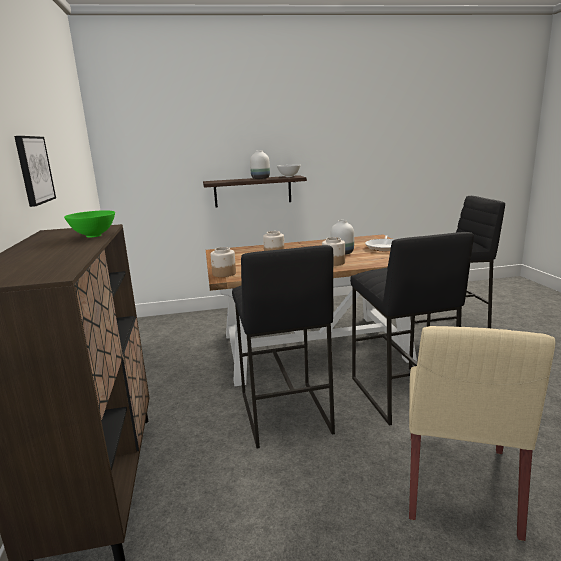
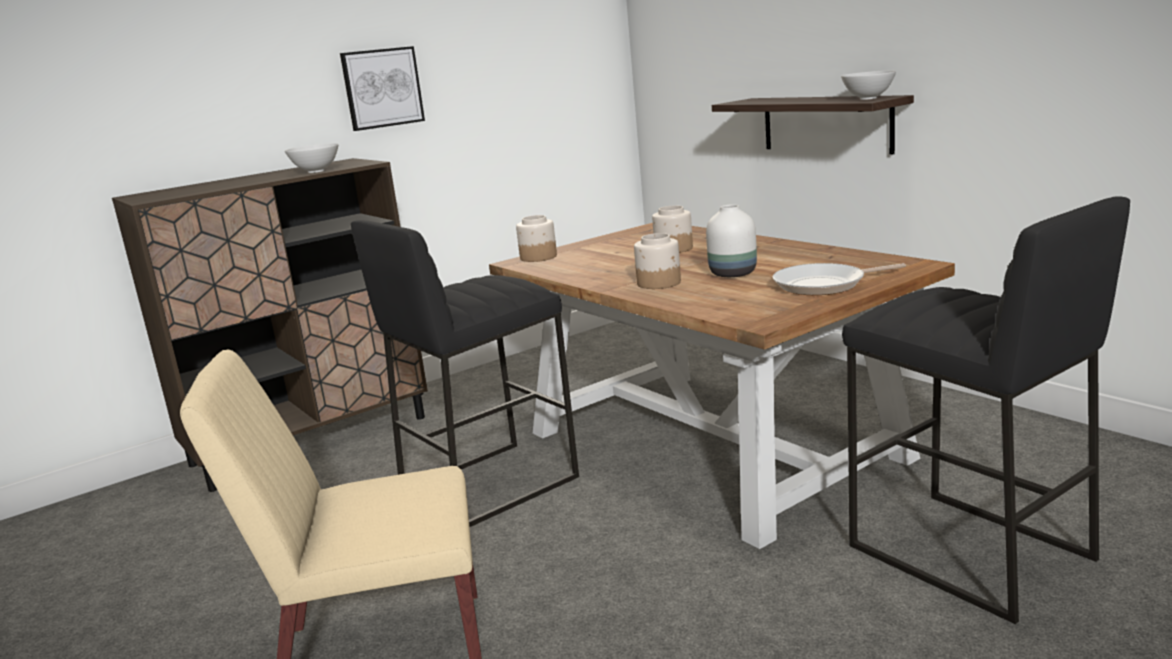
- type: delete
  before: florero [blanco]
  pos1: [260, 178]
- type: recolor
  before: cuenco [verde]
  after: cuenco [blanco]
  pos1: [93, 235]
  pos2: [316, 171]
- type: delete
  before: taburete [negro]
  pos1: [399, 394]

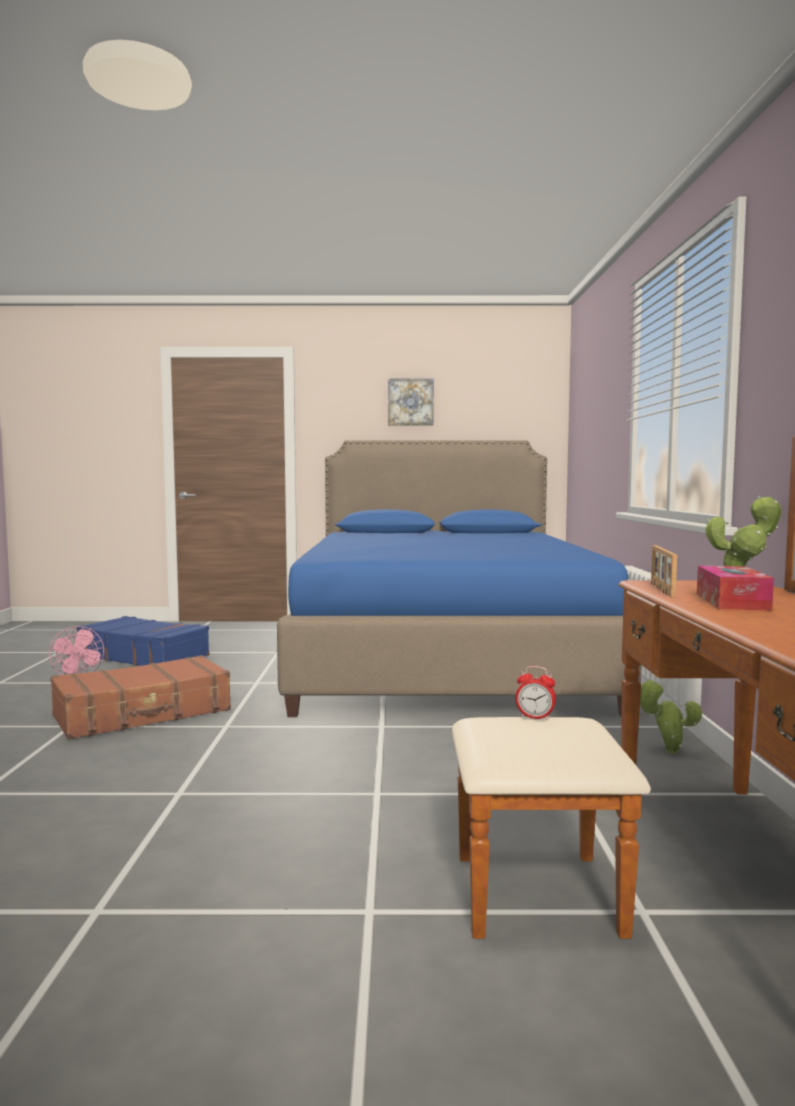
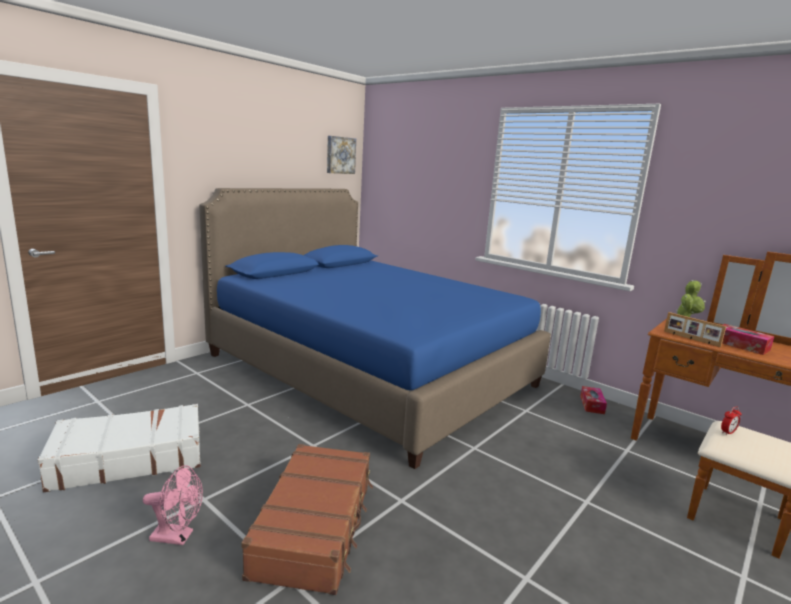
- type: move
  before: cuadro
  pos1: [410, 402]
  pos2: [340, 155]
- type: recolor
  before: maleta [azul]
  after: maleta [blanco]
  pos1: [144, 656]
  pos2: [129, 458]
- type: replace
  before: planta en maceta
  after: caja de pañuelos
  pos1: [667, 752]
  pos2: [592, 405]

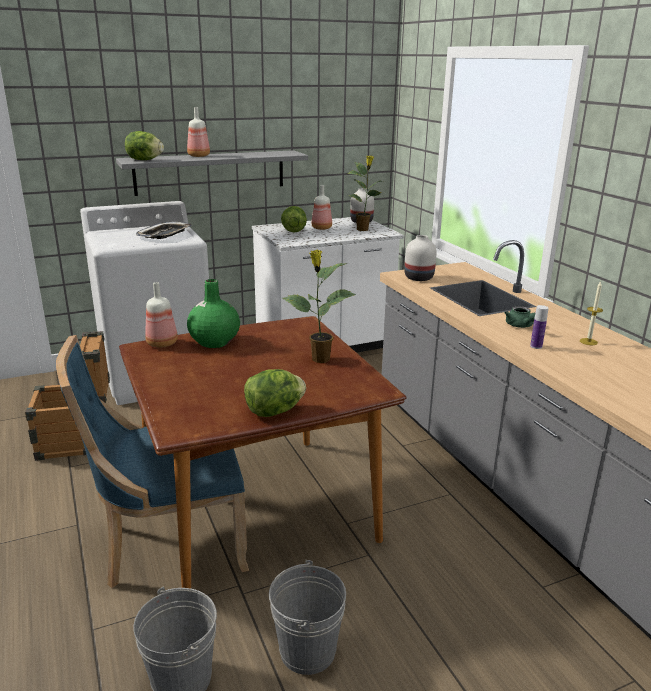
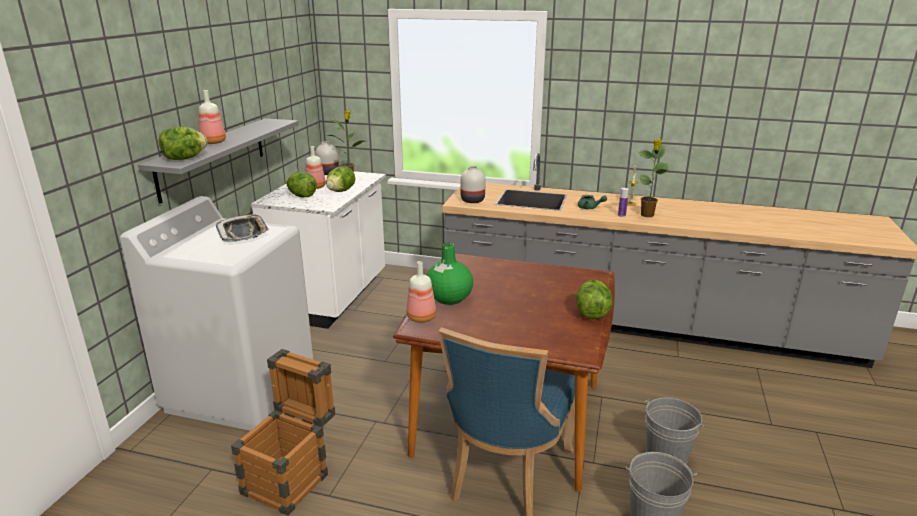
- type: move
  before: planta en maceta
  pos1: [319, 359]
  pos2: [647, 215]
- type: insert
  after: lechuga
  pos2: [340, 191]

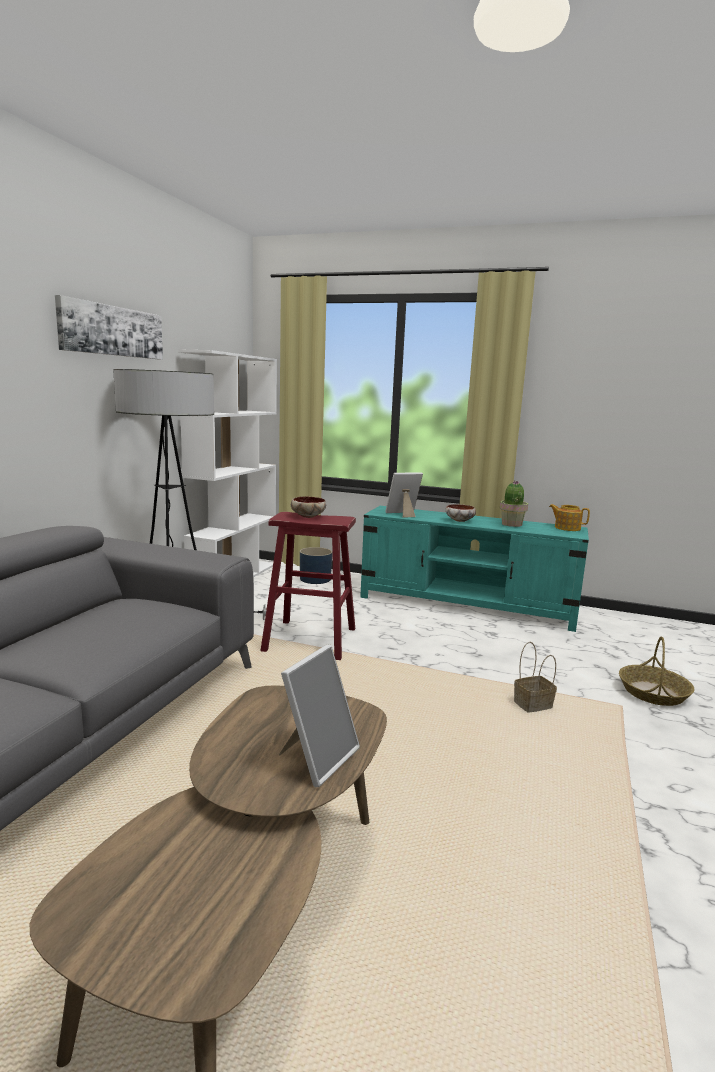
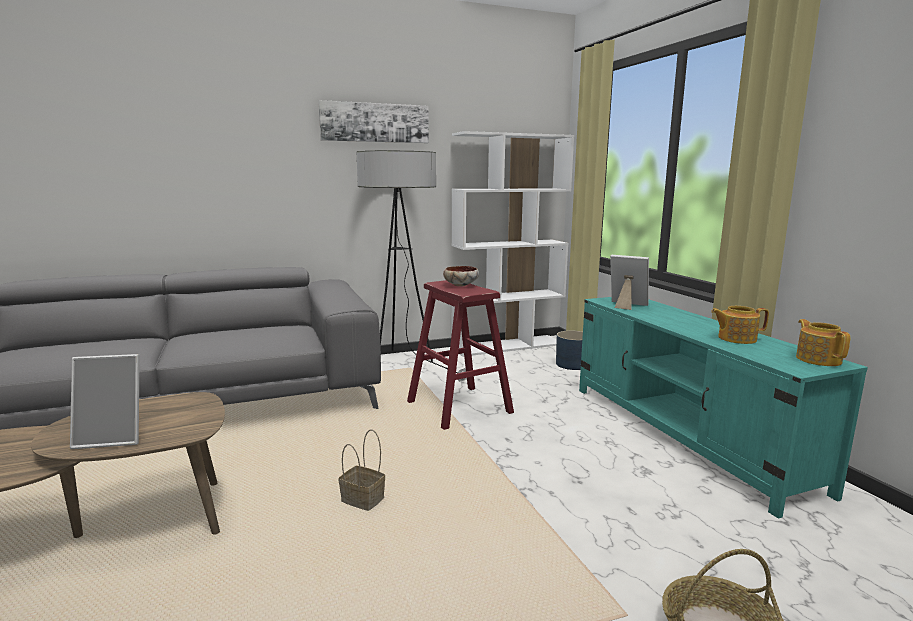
- type: replace
  before: planta en maceta
  after: tetera
  pos1: [511, 524]
  pos2: [736, 338]
- type: delete
  before: cuenco
  pos1: [460, 521]
- type: move
  before: cesta
  pos1: [533, 705]
  pos2: [364, 500]

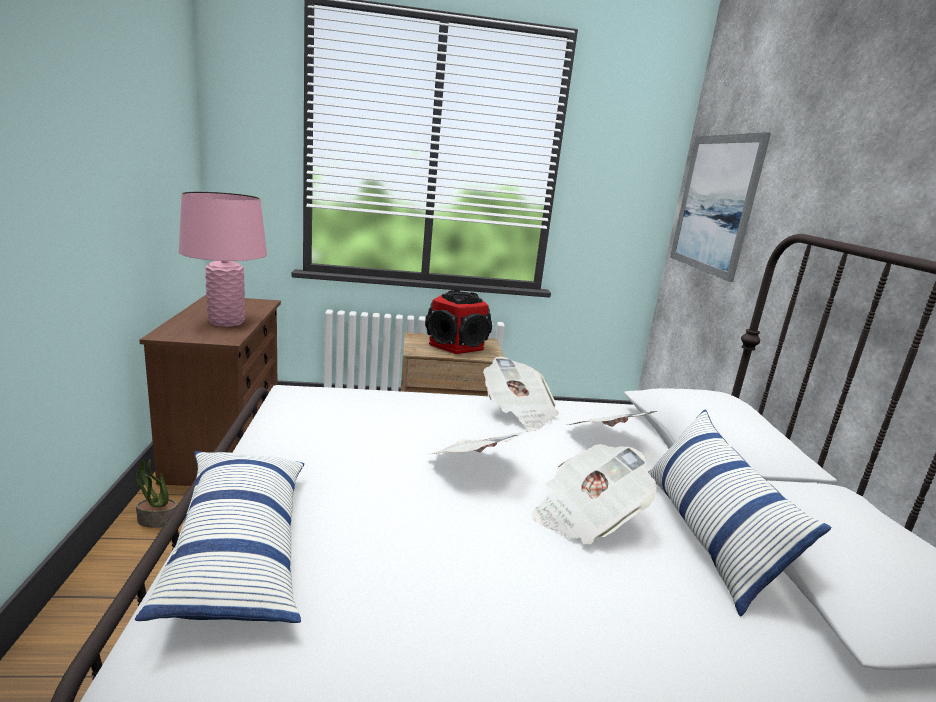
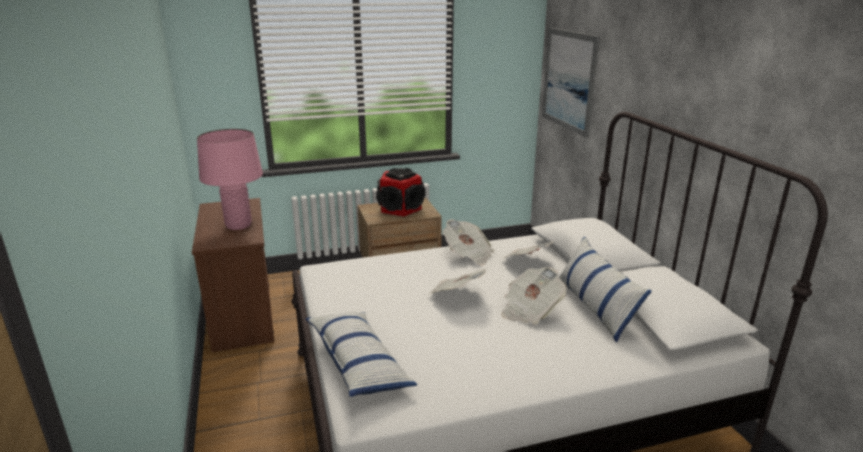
- type: delete
  before: planta en maceta
  pos1: [157, 521]

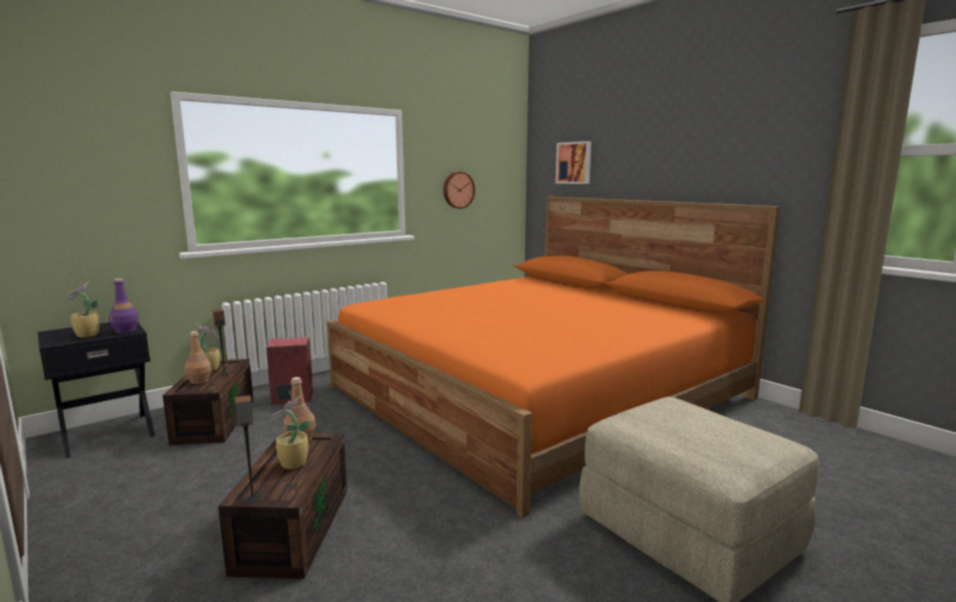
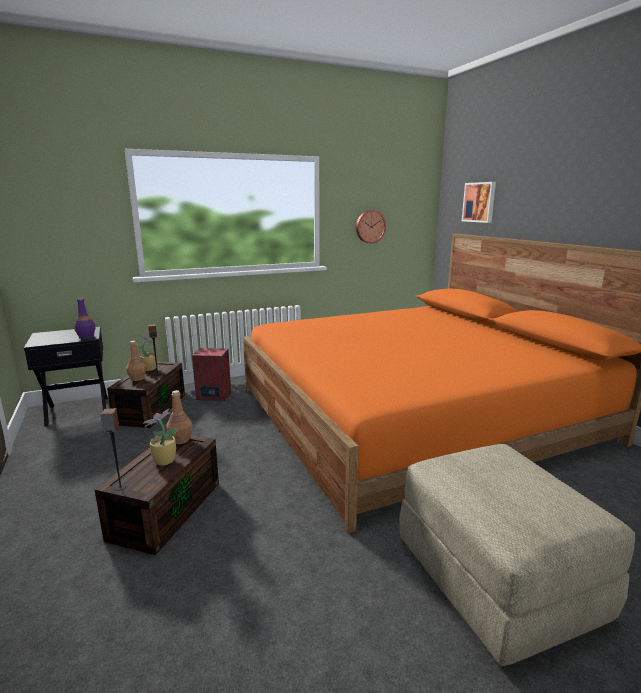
- type: delete
  before: planta en maceta
  pos1: [86, 335]

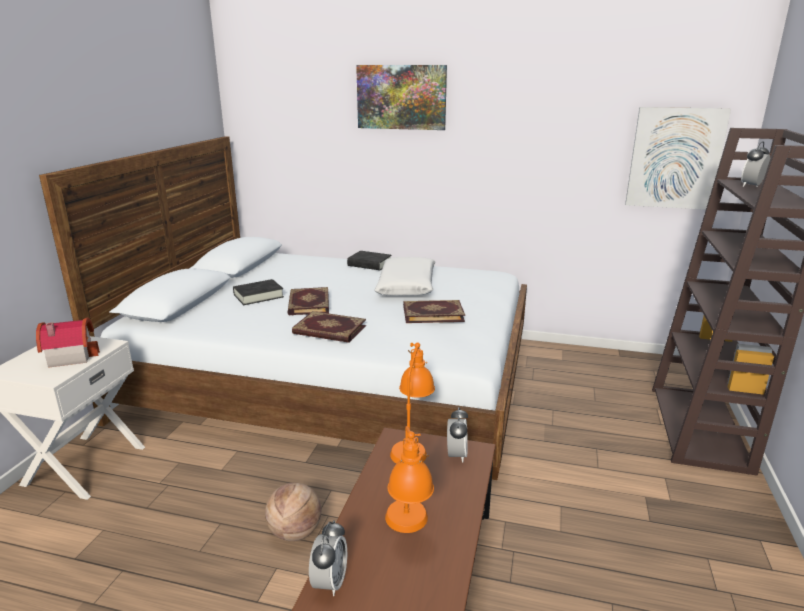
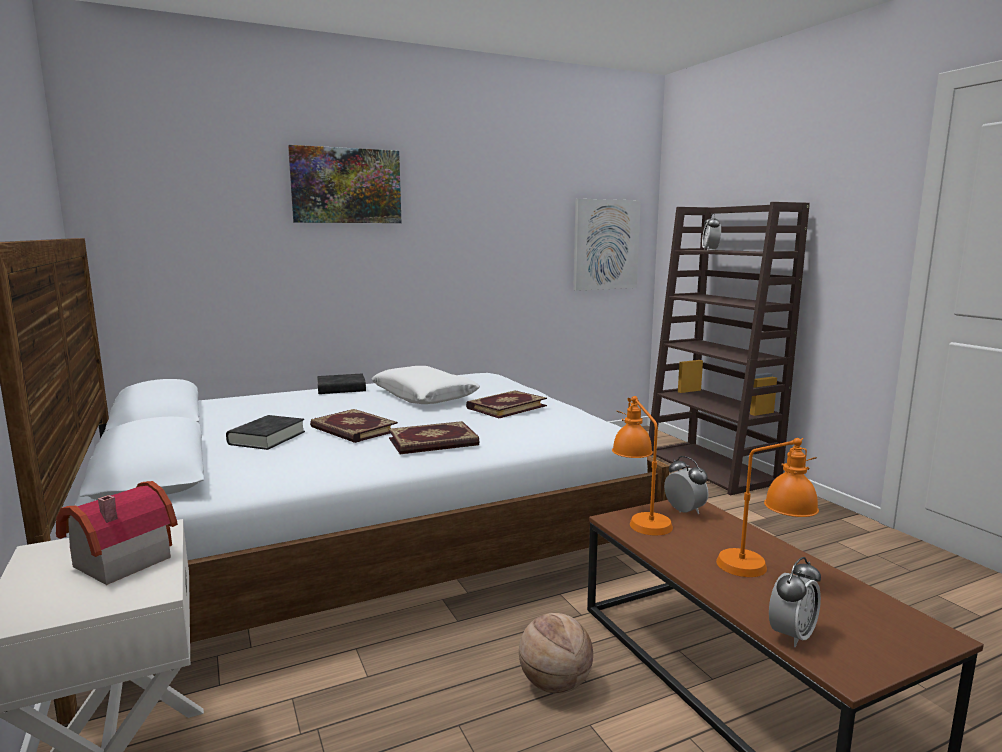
- type: rotate
  before: despertador
  pos1: [330, 582]
  pos2: [791, 635]
  turn: 75

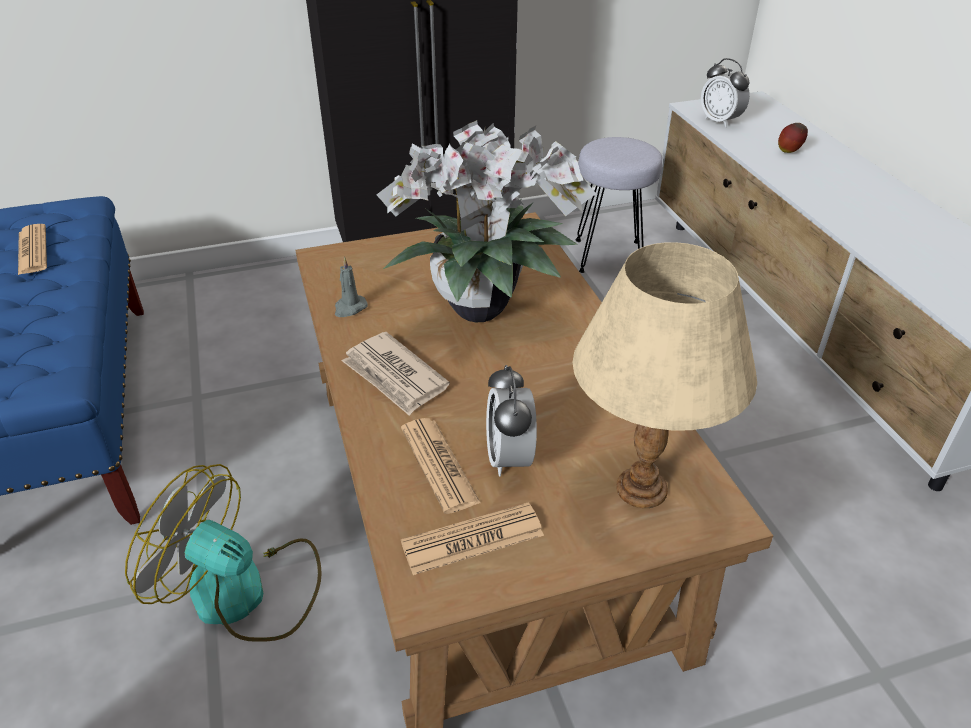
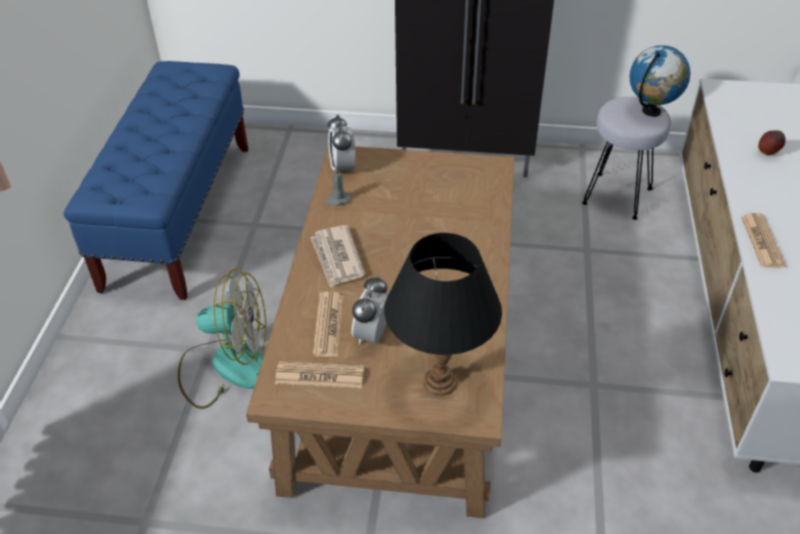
- type: move
  before: despertador
  pos1: [720, 121]
  pos2: [343, 168]
- type: delete
  before: planta en maceta
  pos1: [485, 311]
- type: move
  before: periódico
  pos1: [32, 250]
  pos2: [762, 241]
- type: recolor
  before: lámpara de mesa [beis]
  after: lámpara de mesa [negro]
  pos1: [641, 487]
  pos2: [440, 381]
- type: rotate
  before: ventilador
  pos1: [245, 593]
  pos2: [226, 365]
  turn: 135
- type: insert
  after: globo terráqueo
  pos2: [651, 111]

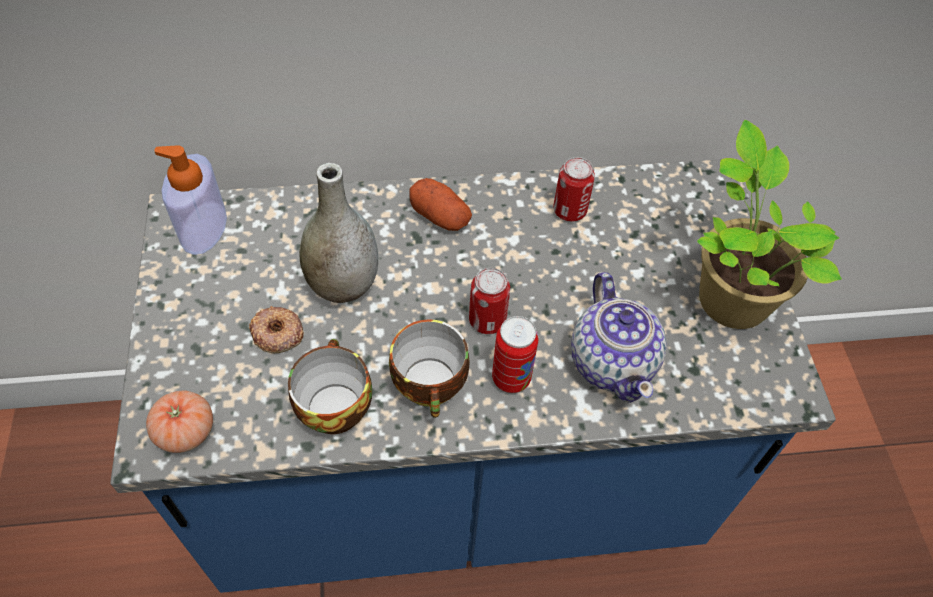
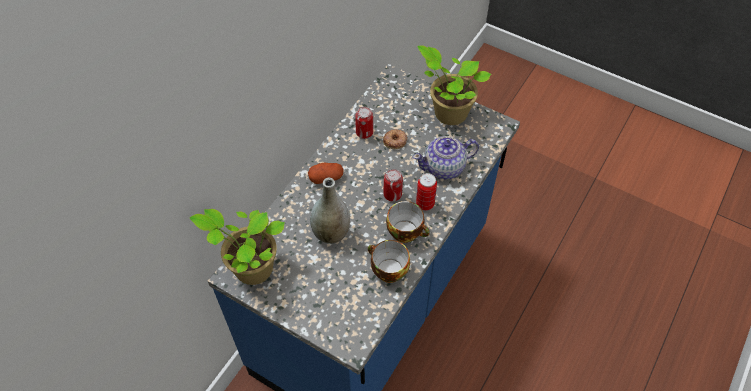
- type: replace
  before: dispensador de jabón
  after: planta en maceta
  pos1: [203, 228]
  pos2: [250, 268]
- type: rotate
  before: tetera
  pos1: [612, 361]
  pos2: [444, 167]
  turn: 135
- type: move
  before: rosquilla
  pos1: [277, 333]
  pos2: [395, 141]
- type: delete
  before: tomate
  pos1: [185, 431]

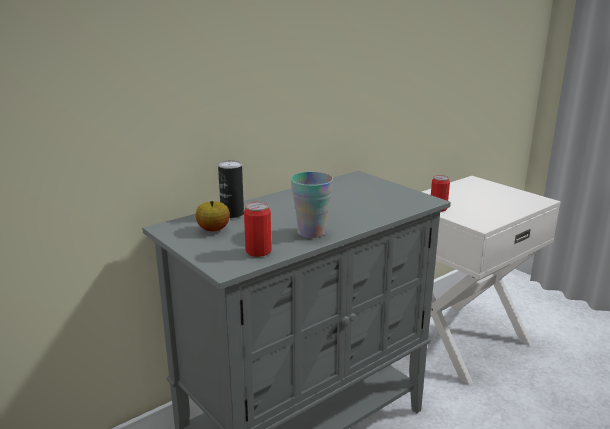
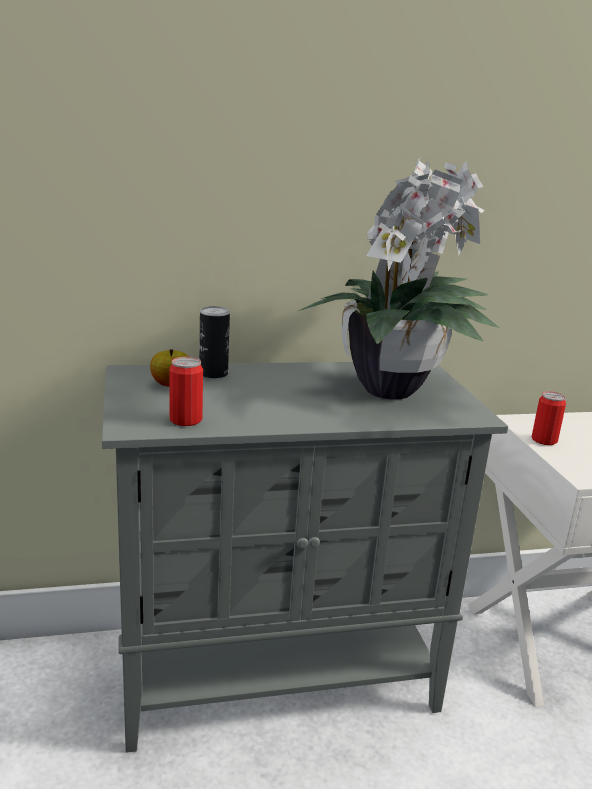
- type: delete
  before: taza
  pos1: [311, 232]
- type: insert
  after: planta en maceta
  pos2: [394, 389]

